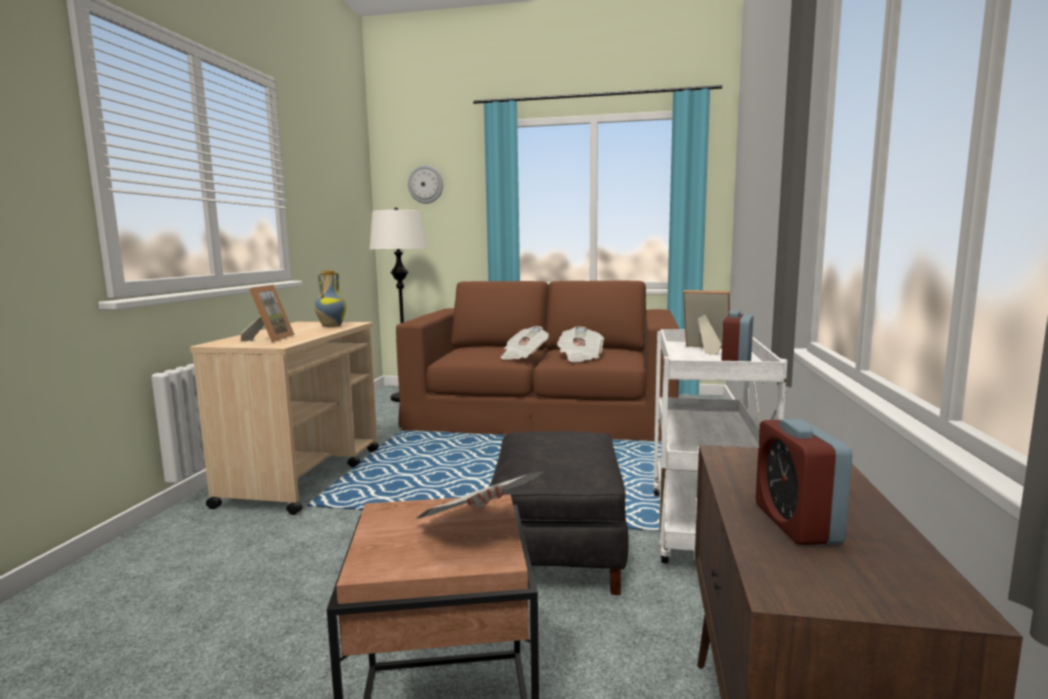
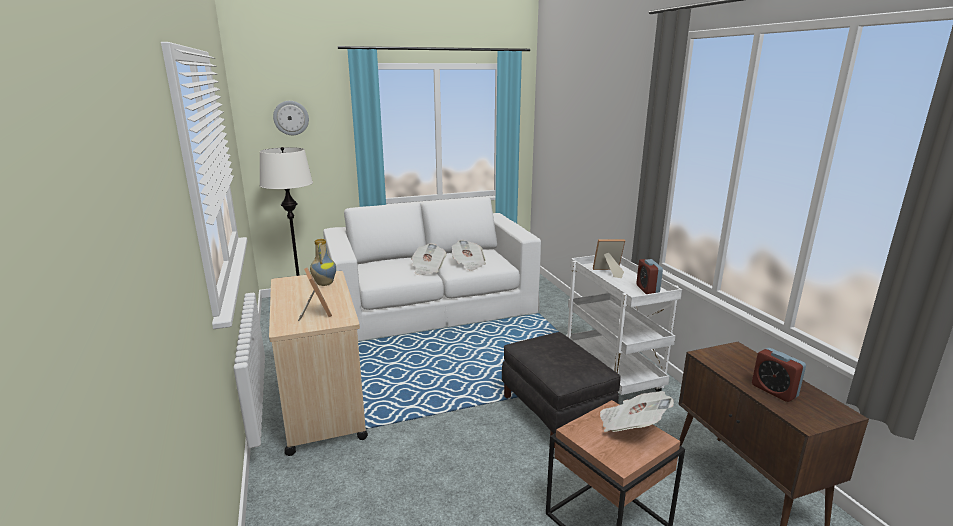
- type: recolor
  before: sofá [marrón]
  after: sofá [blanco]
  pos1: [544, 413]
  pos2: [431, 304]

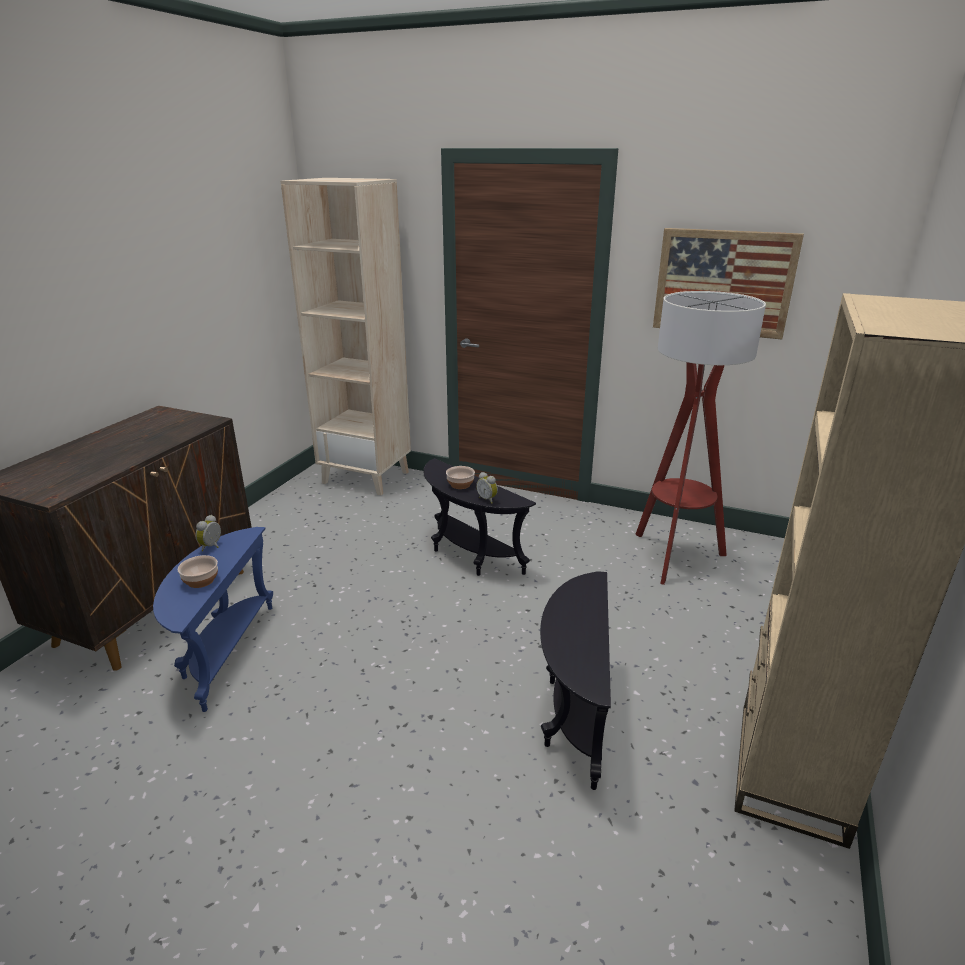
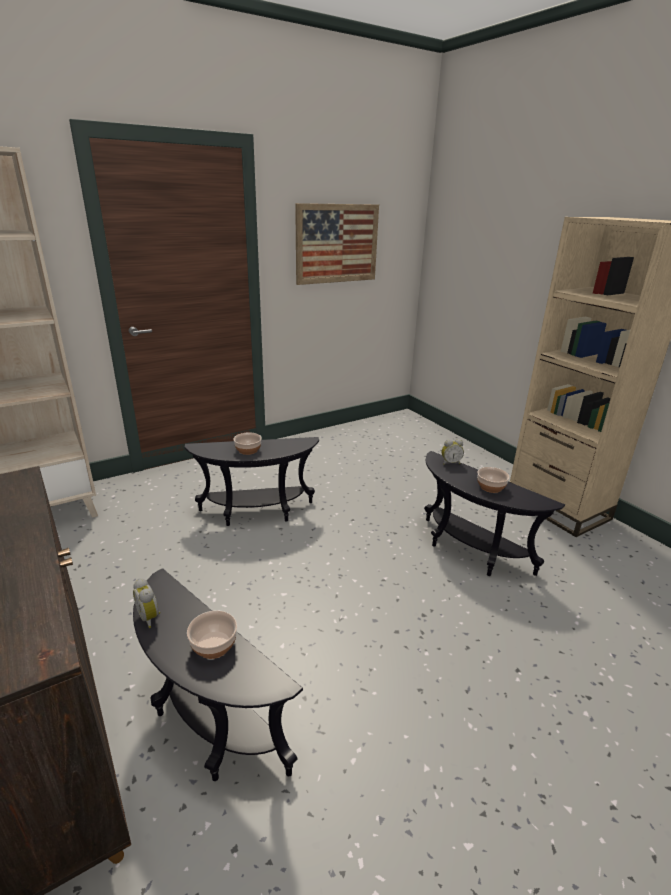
- type: delete
  before: lámpara de pie
  pos1: [674, 557]
- type: move
  before: despertador
  pos1: [488, 499]
  pos2: [450, 463]
- type: recolor
  before: mesa auxiliar [azul]
  after: mesa auxiliar [negro]
  pos1: [223, 653]
  pos2: [209, 725]
- type: insert
  after: cuenco
  pos2: [490, 487]

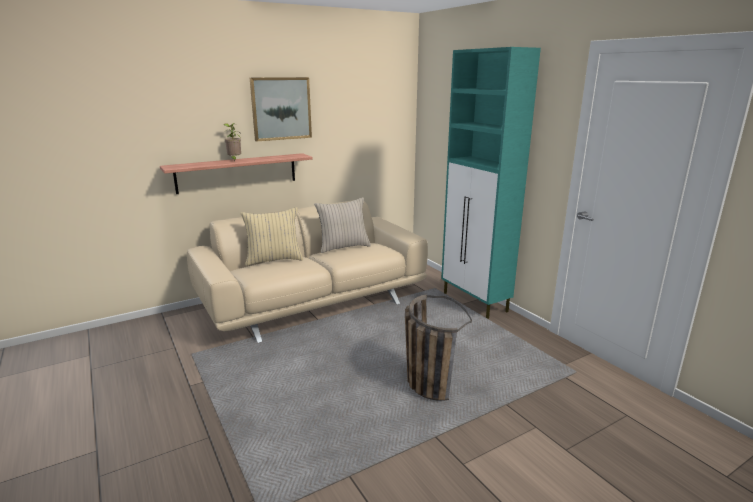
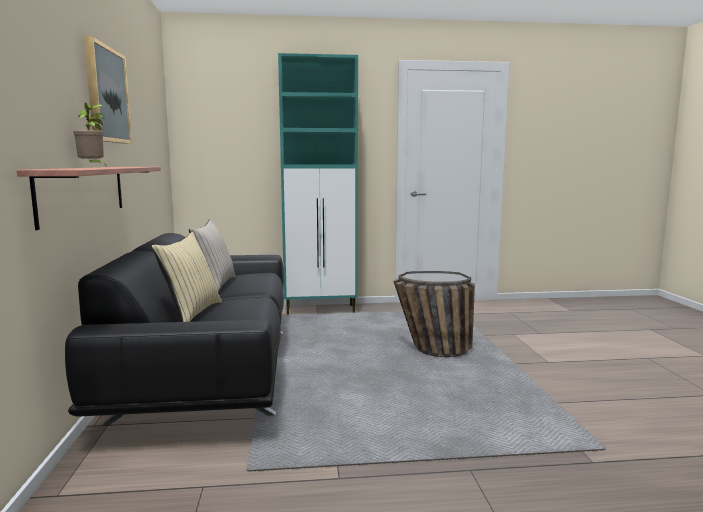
- type: recolor
  before: sofá [beis]
  after: sofá [negro]
  pos1: [314, 301]
  pos2: [210, 369]

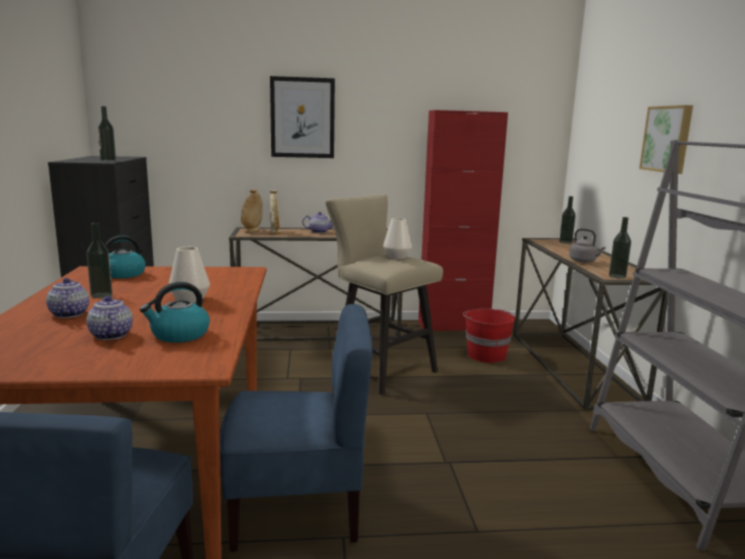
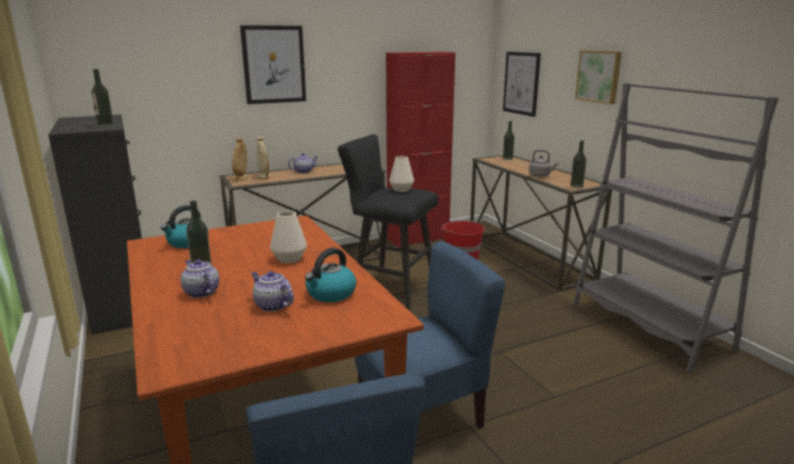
- type: recolor
  before: taburete [beis]
  after: taburete [negro]
  pos1: [379, 369]
  pos2: [389, 287]
- type: insert
  after: cuadro
  pos2: [521, 83]

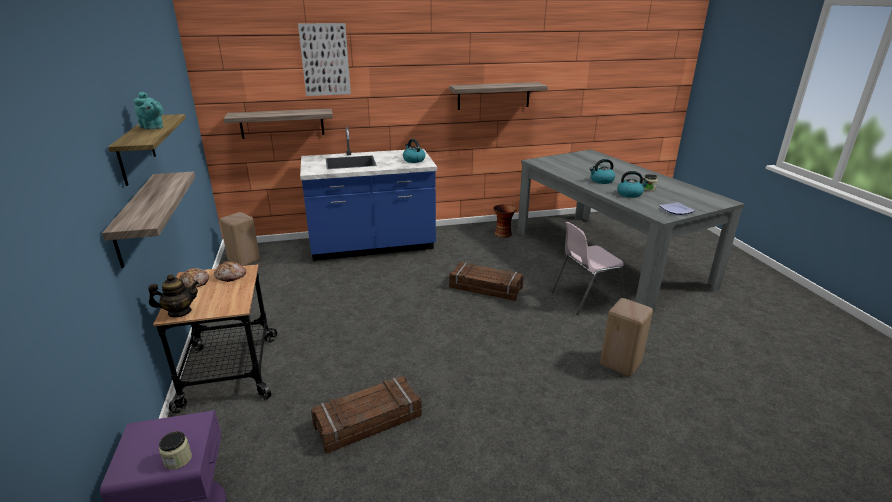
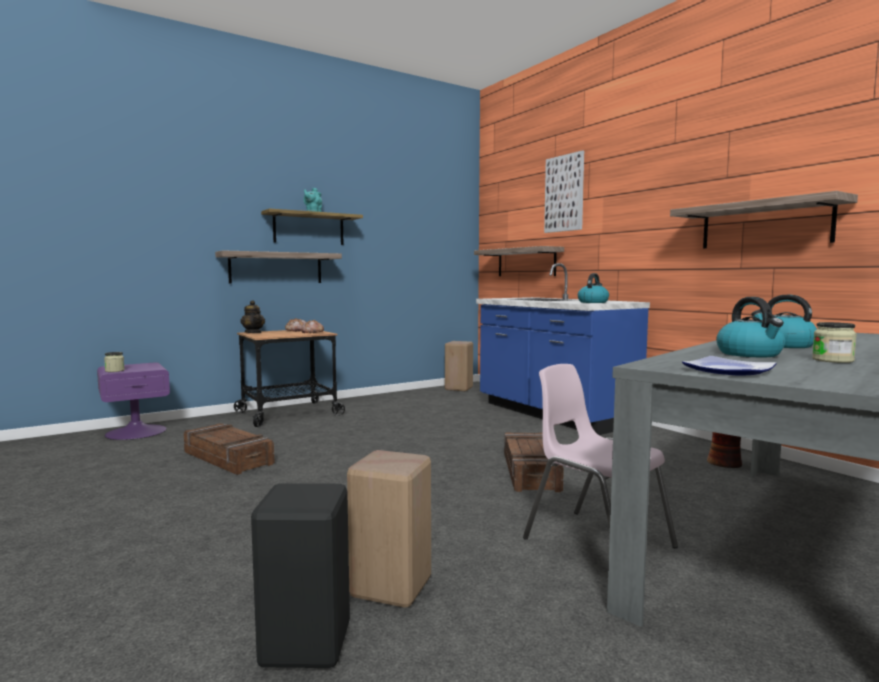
- type: insert
  after: taburete [negro]
  pos2: [303, 646]

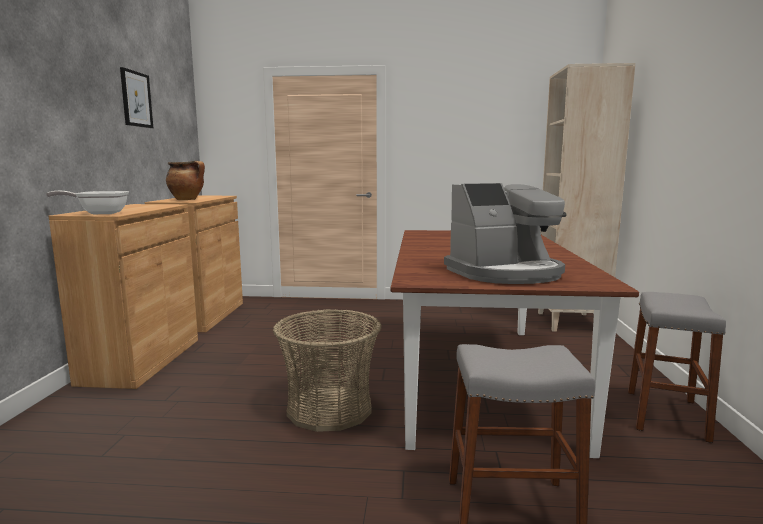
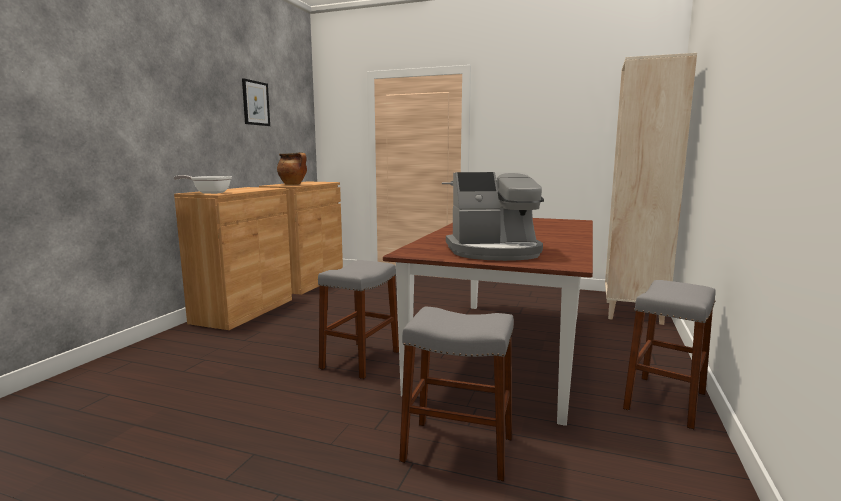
- type: replace
  before: cesta
  after: taburete [gris]
  pos1: [329, 409]
  pos2: [360, 360]

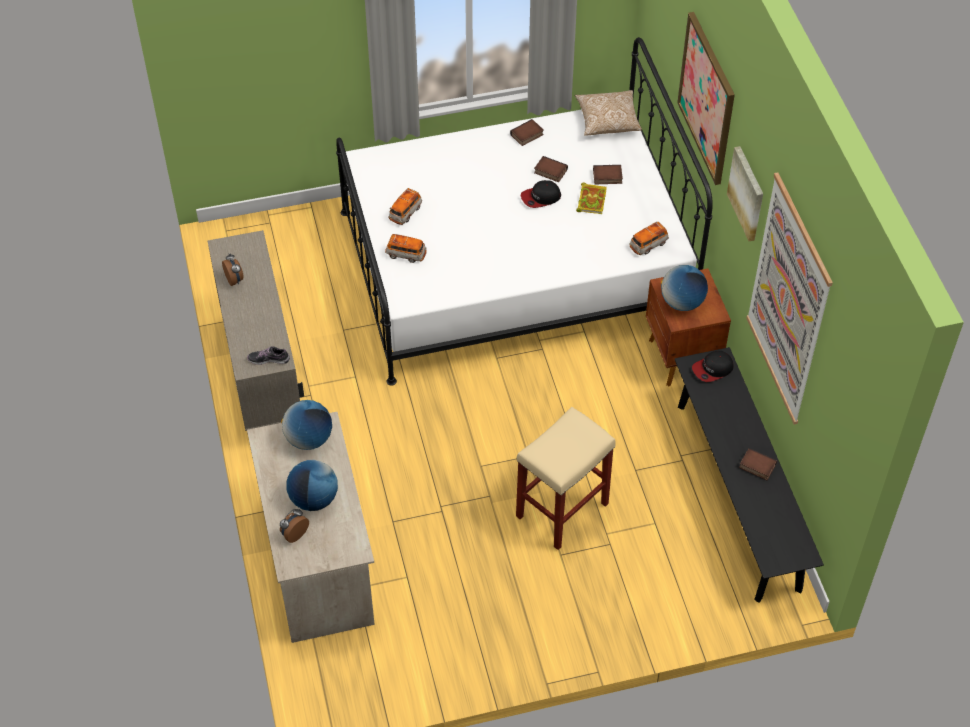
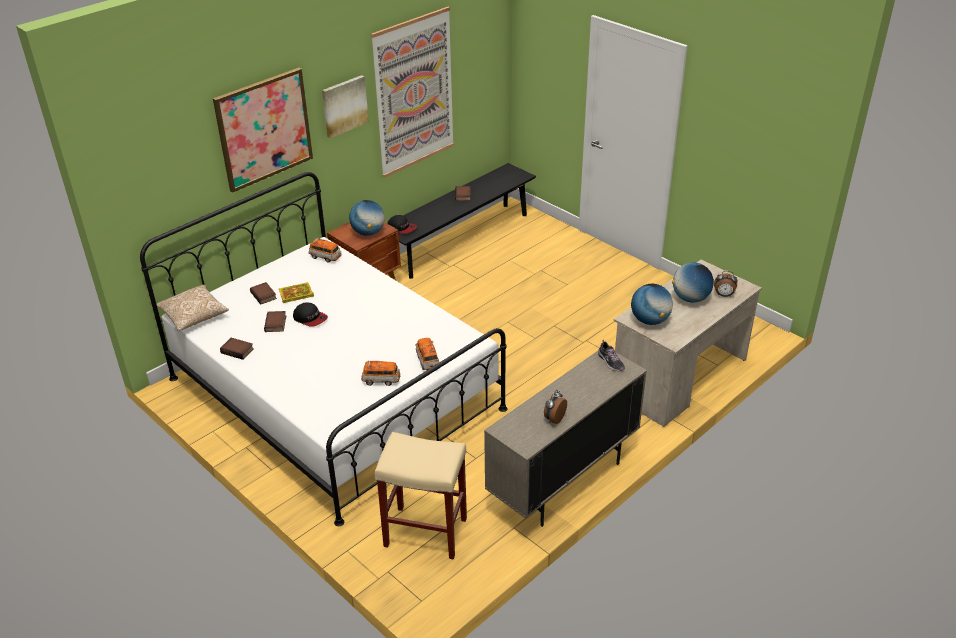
- type: move
  before: taburete [beis]
  pos1: [562, 509]
  pos2: [424, 532]

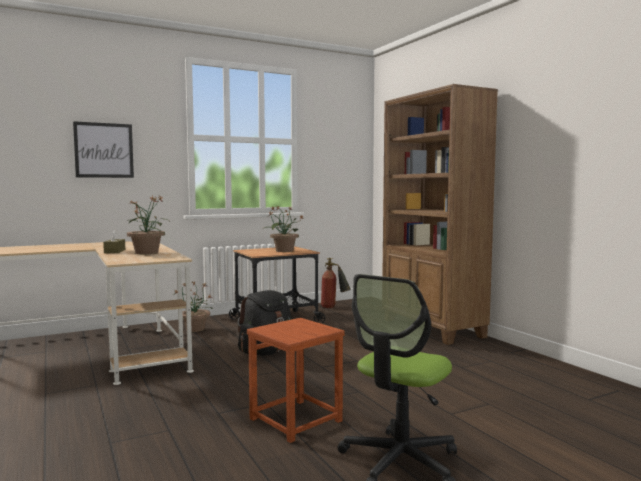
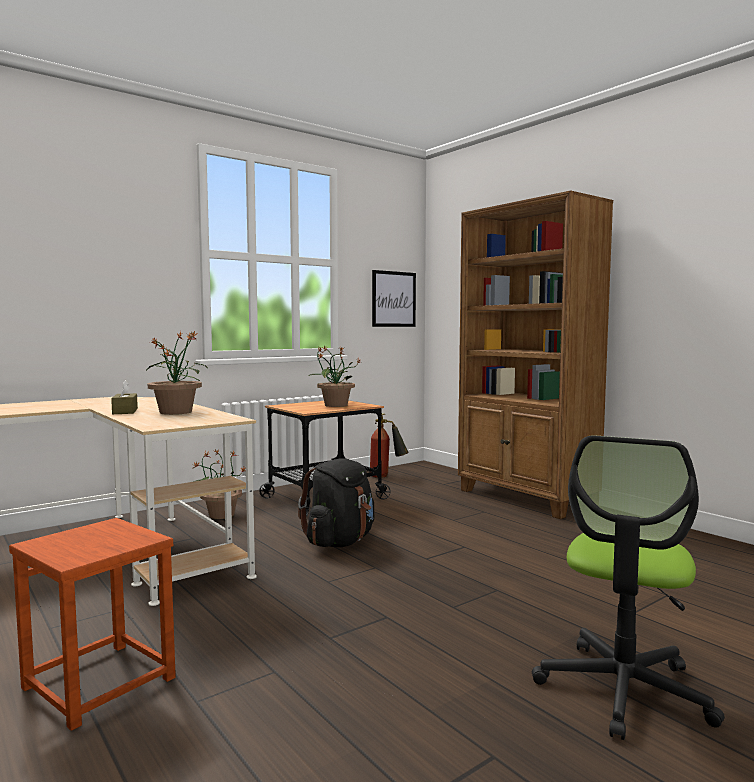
- type: move
  before: cuadro
  pos1: [104, 150]
  pos2: [394, 299]
- type: move
  before: taburete [marrón]
  pos1: [296, 420]
  pos2: [99, 683]

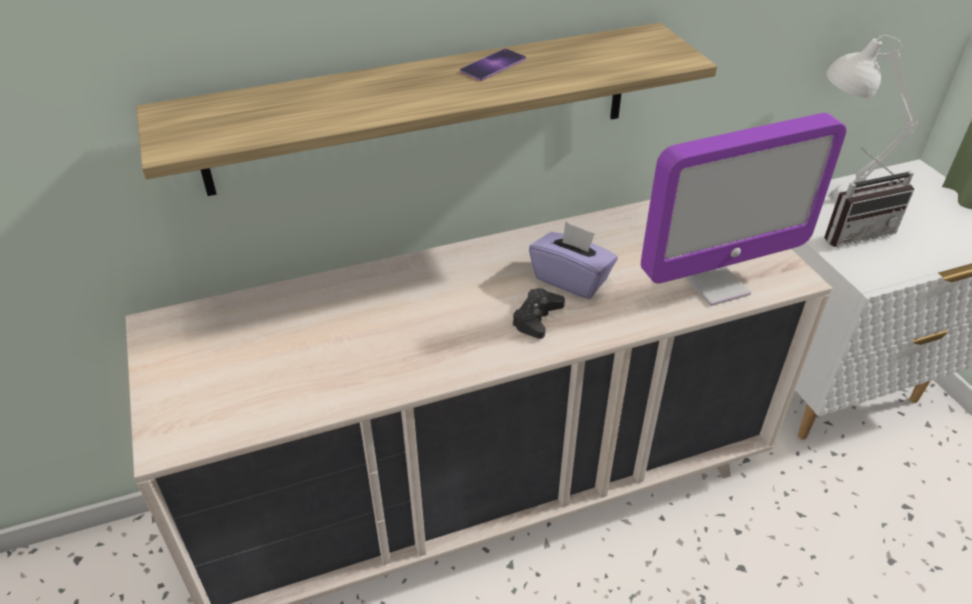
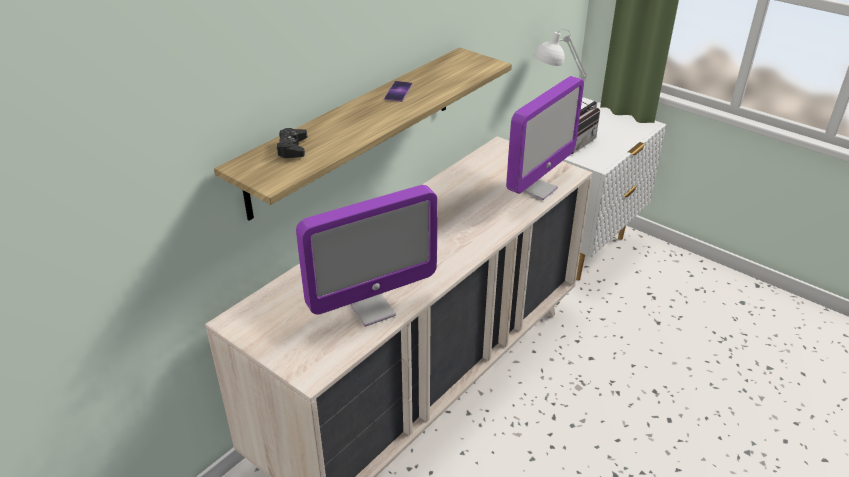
- type: delete
  before: caja de pañuelos [morado]
  pos1: [571, 279]
- type: move
  before: mando de consola [negro]
  pos1: [537, 318]
  pos2: [292, 148]
- type: insert
  after: monitor
  pos2: [372, 309]

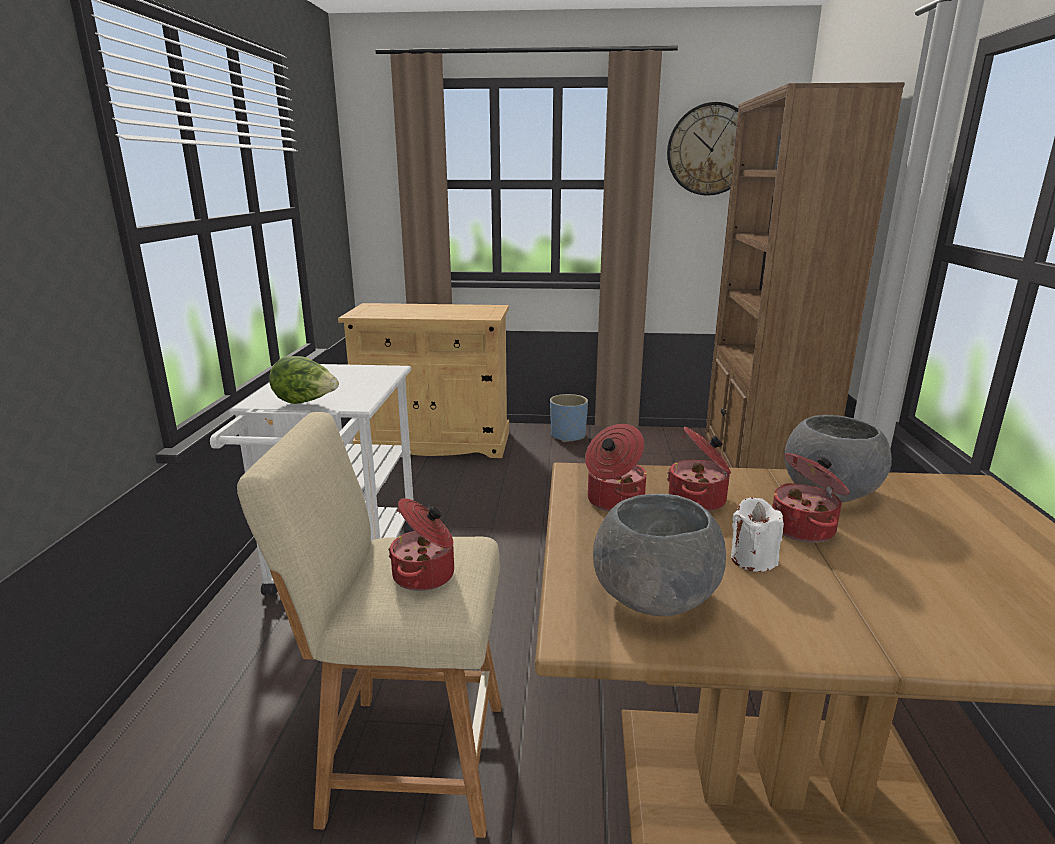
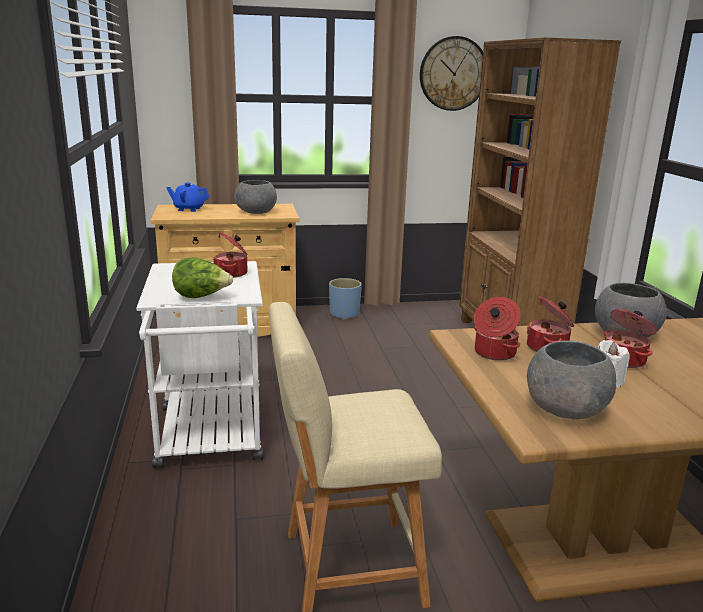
- type: move
  before: olla
  pos1: [425, 575]
  pos2: [232, 273]
- type: insert
  after: cuenco [gris]
  pos2: [255, 212]
- type: insert
  after: tetera [azul]
  pos2: [189, 209]

